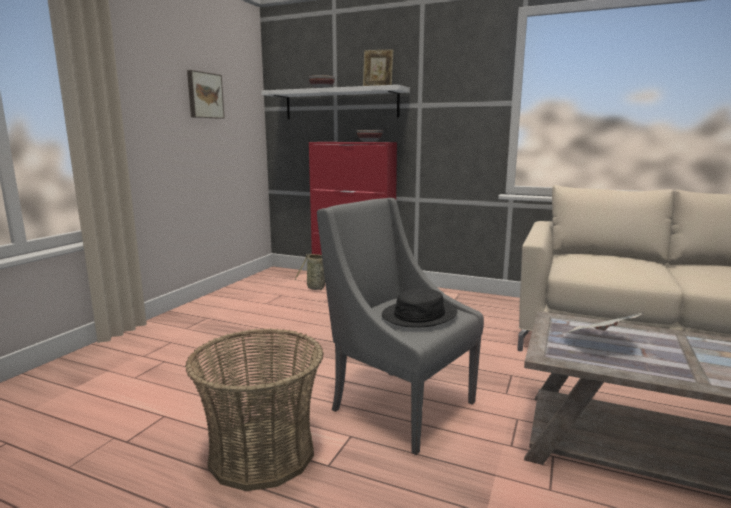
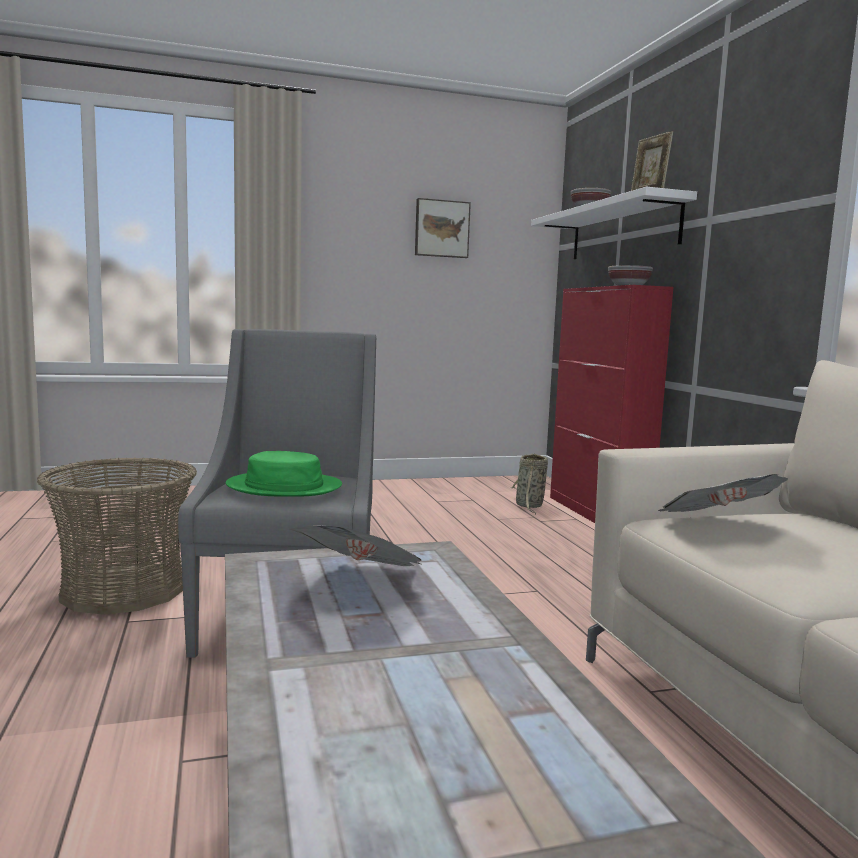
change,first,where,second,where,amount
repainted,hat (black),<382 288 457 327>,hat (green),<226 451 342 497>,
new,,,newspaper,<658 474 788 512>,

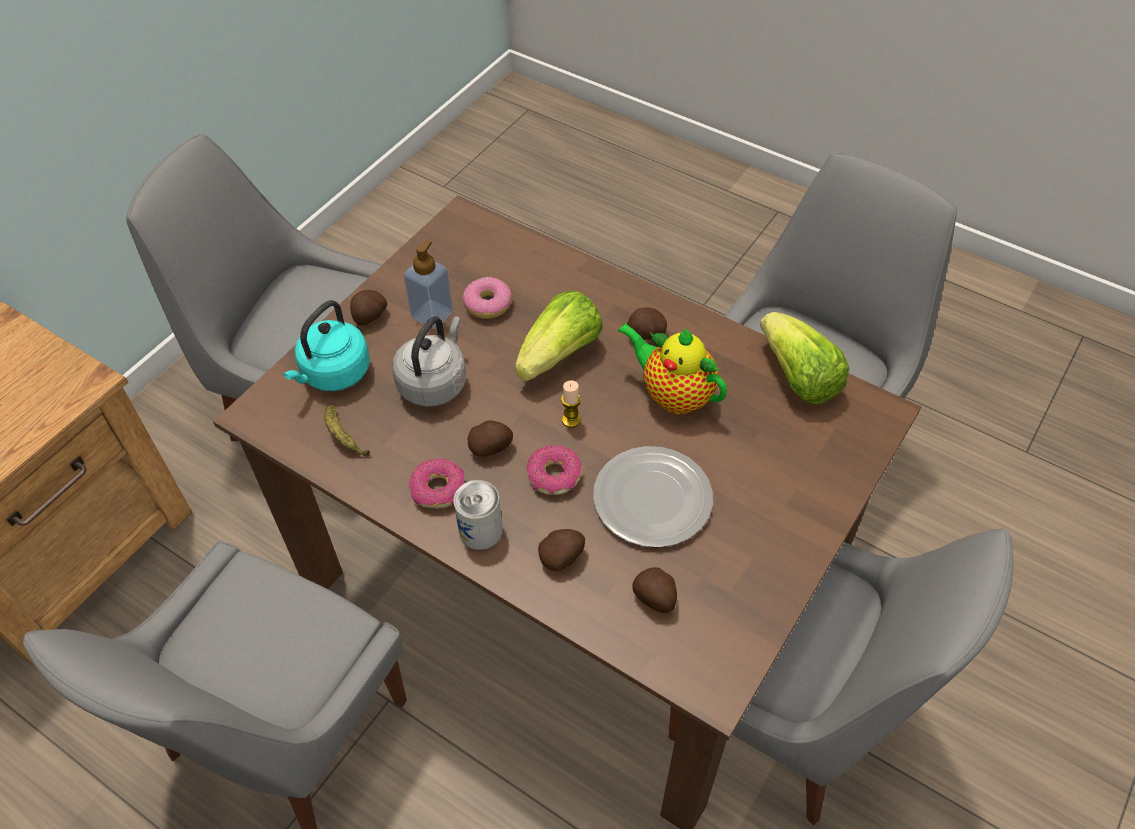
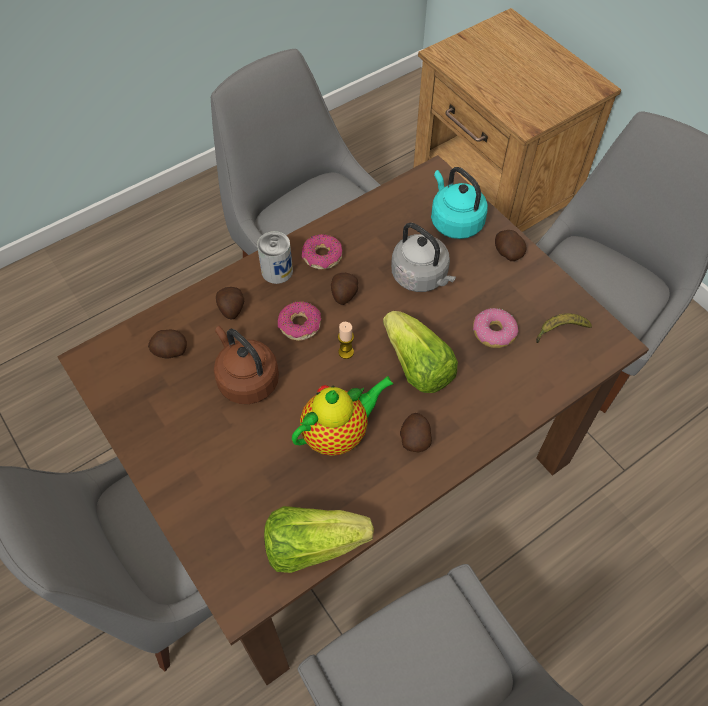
change,first,where,second,where,amount
shifted,banana,<324 405 370 456>,,<536 313 592 343>,
gone,soap dispenser,<403 239 453 329>,,,
swapped,plate,<593 446 713 548>,kettle (brown),<214 326 279 404>,

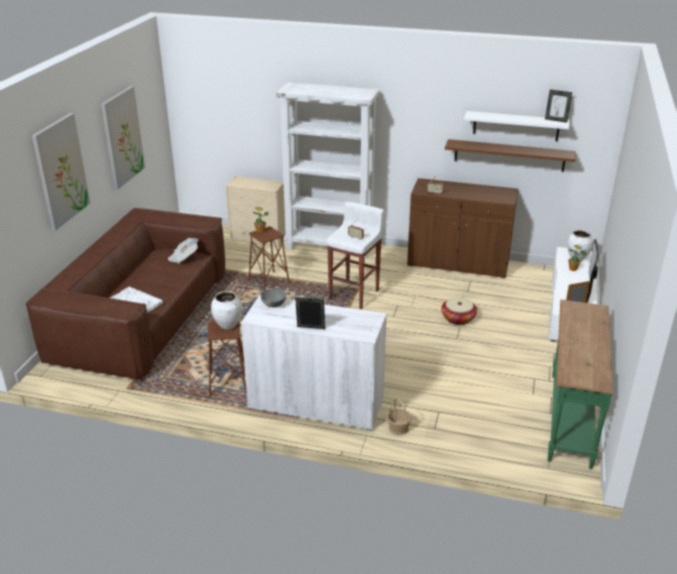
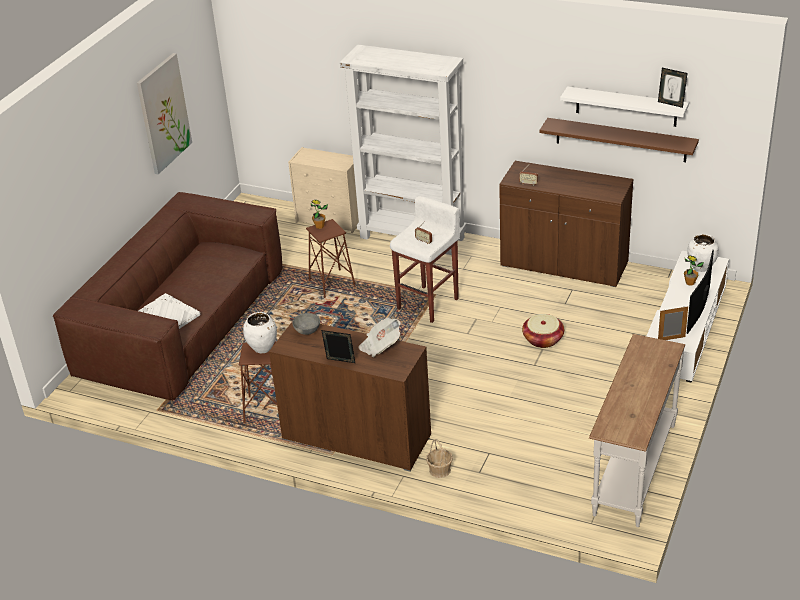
change,first,where,second,where,amount
gone,picture,<32 113 90 231>,,,
shifted,newspaper,<168 238 198 264>,,<359 318 401 357>,
repainted,cabinet (white),<241 295 387 431>,cabinet (brown),<269 321 431 472>,
repainted,console table (green),<548 300 613 469>,console table (white),<589 334 685 527>,

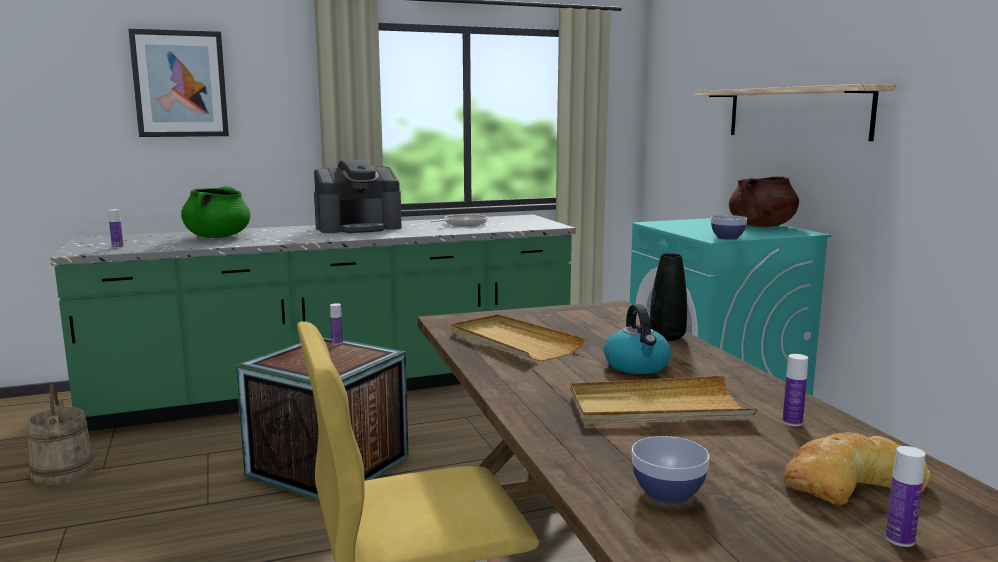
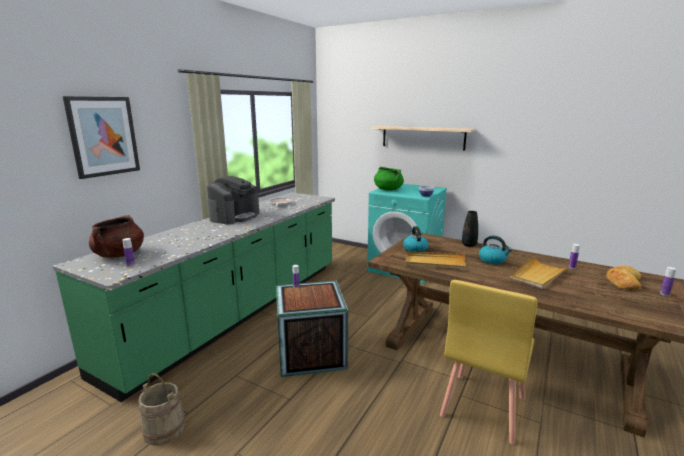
change,first,where,second,where,amount
shifted,cooking pot (green),<181 186 251 238>,,<374 167 404 191>,
gone,bowl,<632 436 710 504>,,,
shifted,cooking pot (brown),<729 175 799 227>,,<89 215 144 258>,
new,,,kettle,<403 226 429 252>,

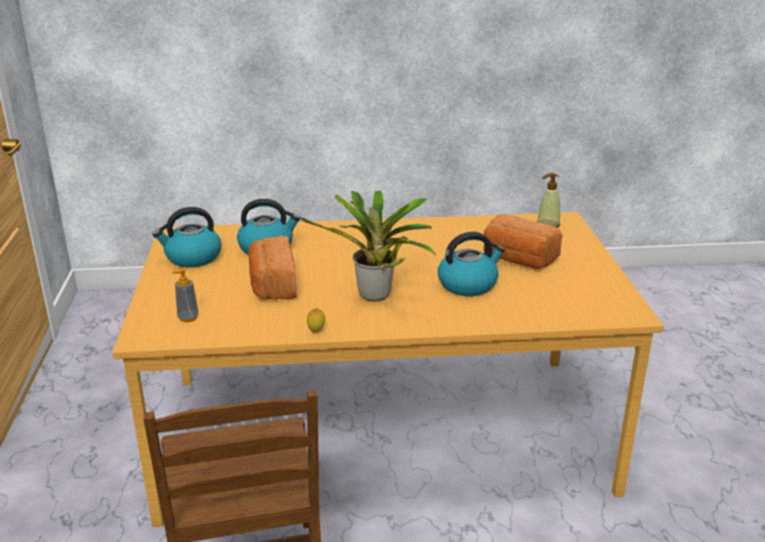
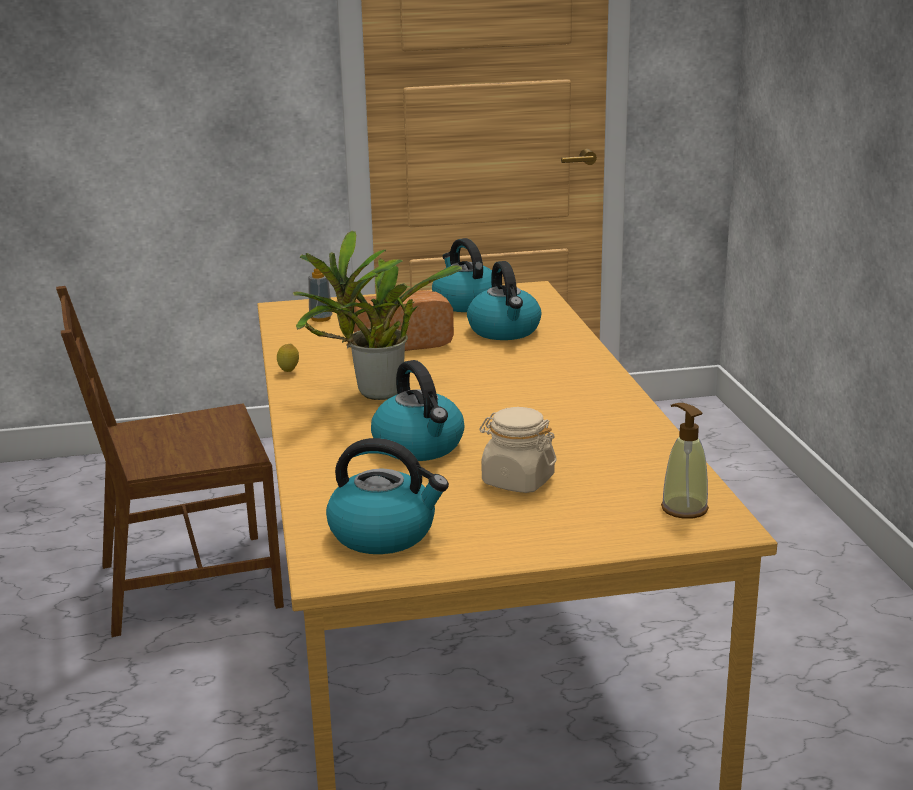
change,first,where,second,where,amount
swapped,bread,<483 214 562 269>,jar (beige),<479 407 557 493>,
new,,,kettle,<326 438 449 554>,

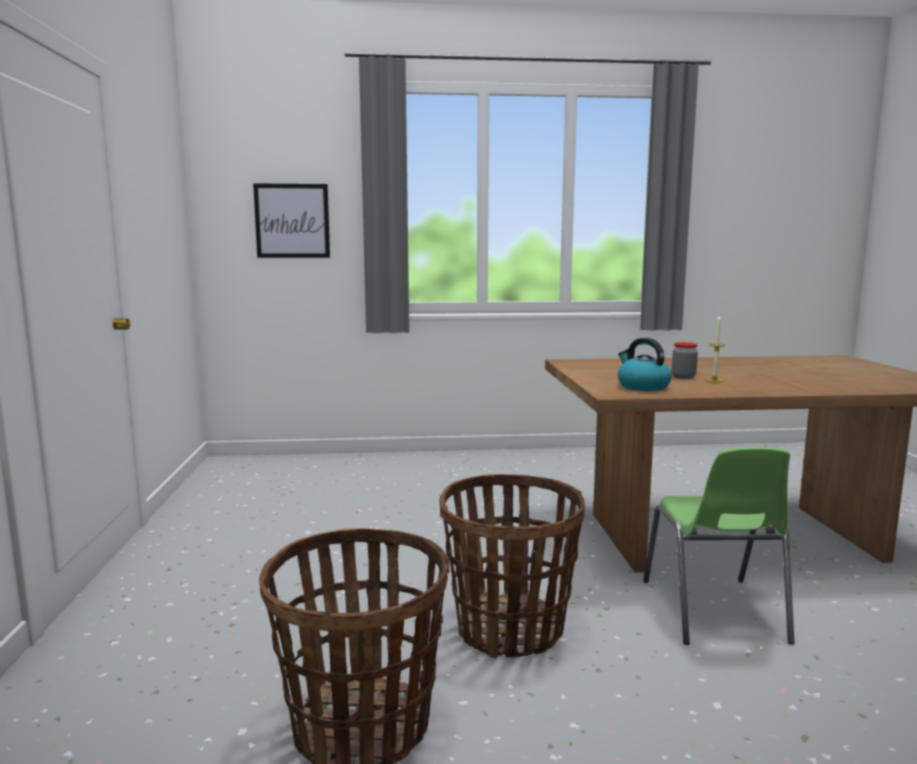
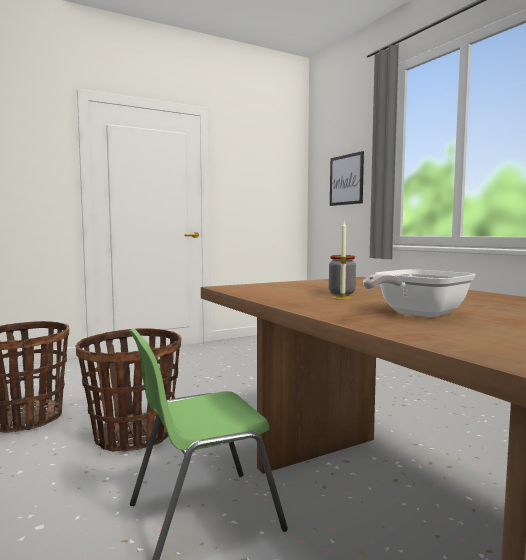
change,first,where,second,where,amount
gone,kettle,<618 338 672 391>,,,
new,,,frying pan,<363 269 476 317>,

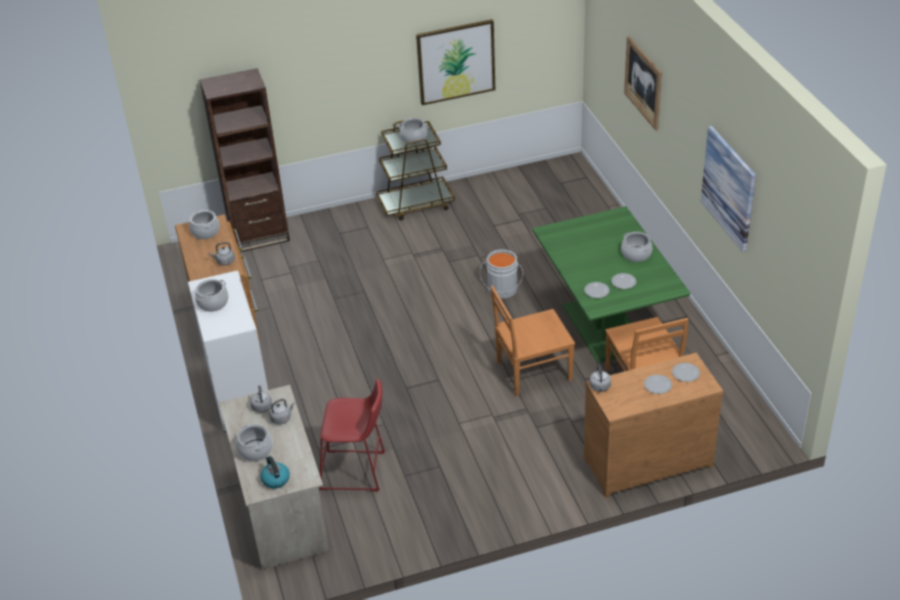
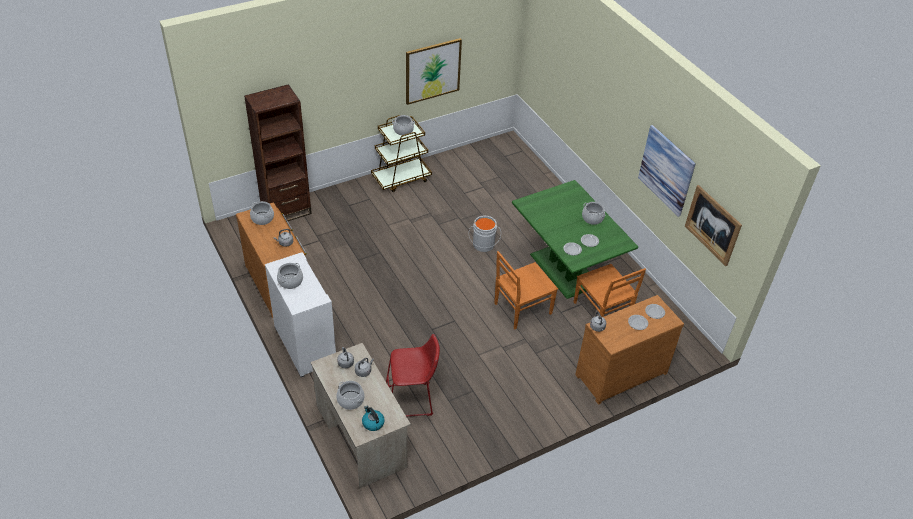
change,first,where,second,where,amount
shifted,picture,<624 36 662 131>,,<685 185 742 266>,

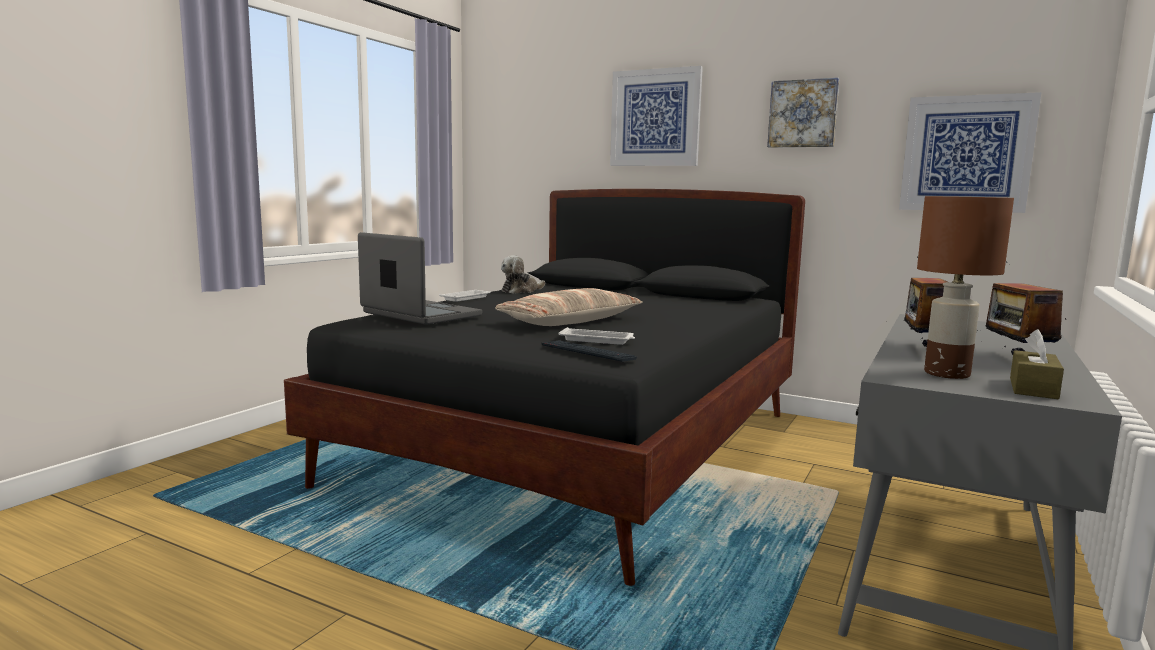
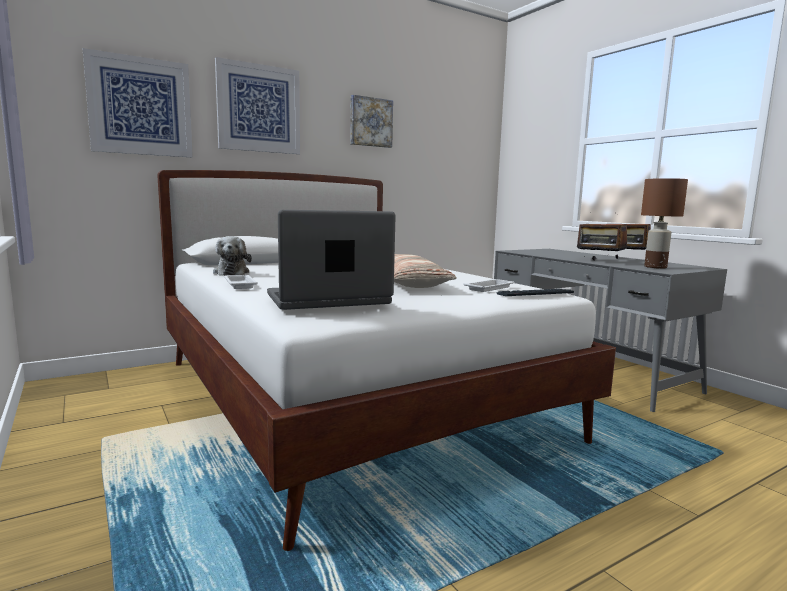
change,first,where,second,where,amount
repainted,bed (black),<284 189 805 586>,bed (white),<157 170 616 551>,
shifted,picture,<899 92 1042 213>,,<83 48 193 157>,
gone,tissue box (brown),<1010 329 1064 399>,,,

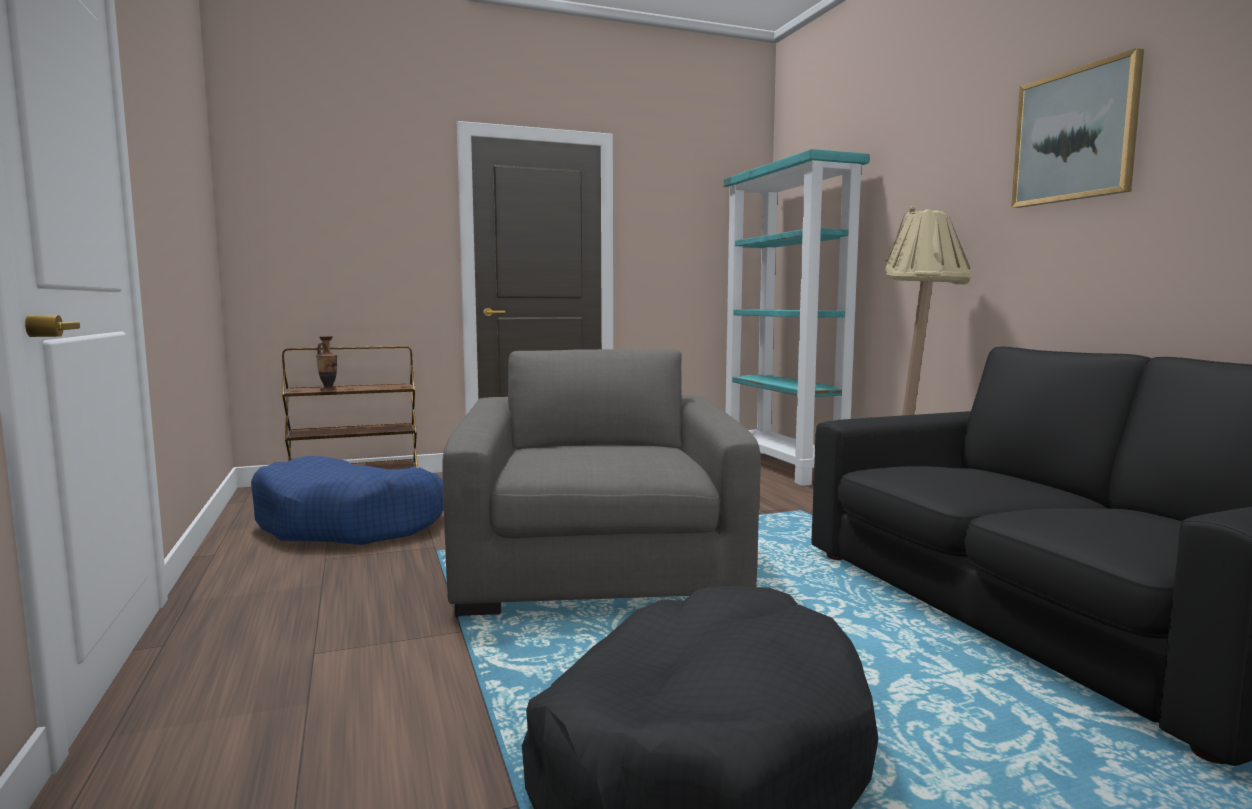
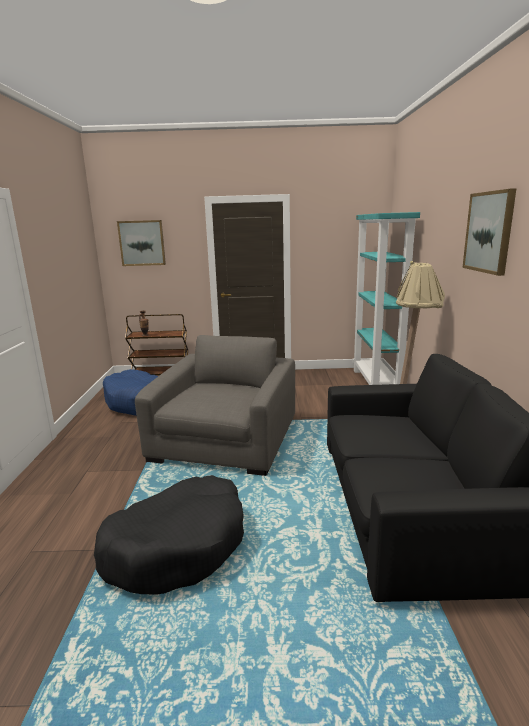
change,first,where,second,where,amount
new,,,picture,<117 220 166 266>,

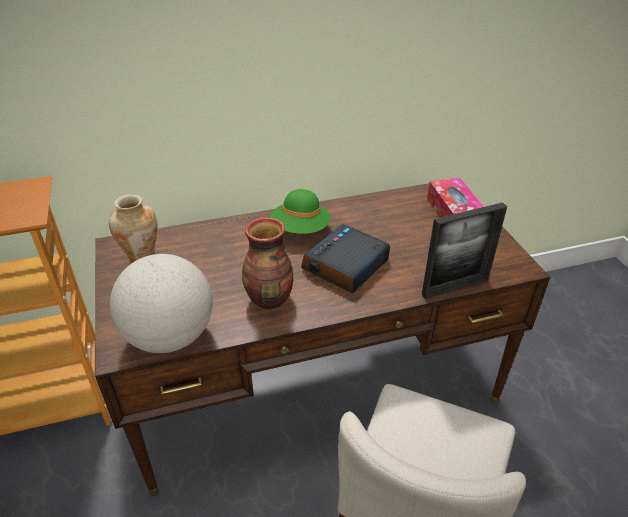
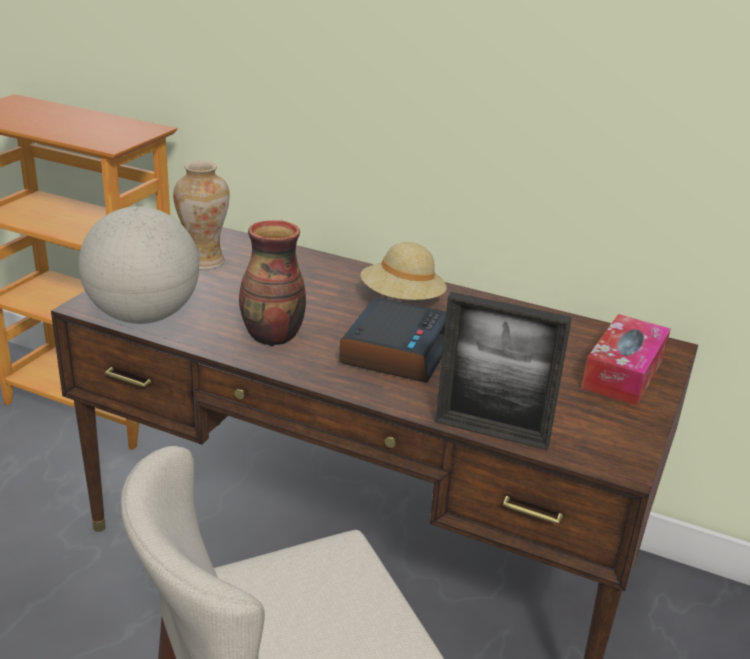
change,first,where,second,where,amount
repainted,hat (green),<269 189 331 234>,hat (beige),<361 242 447 300>,
rotated,alarm clock,<301 224 390 294>,,<339 297 446 383>,120 degrees clockwise

